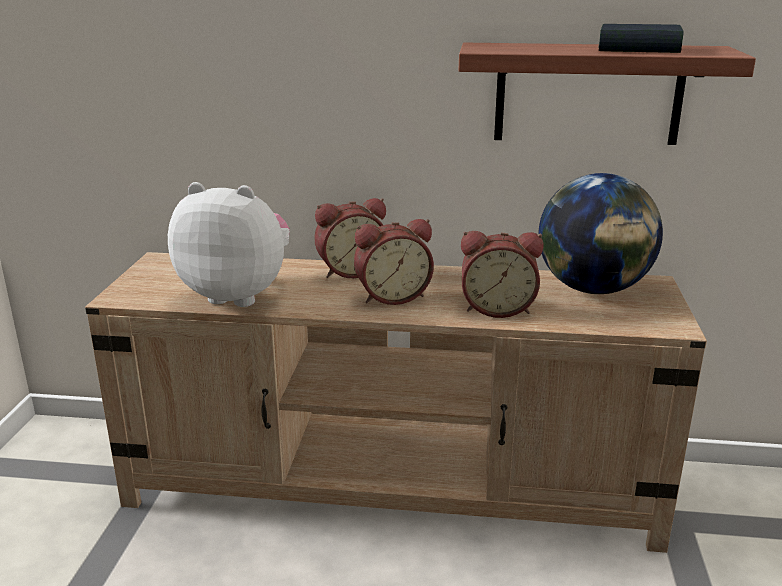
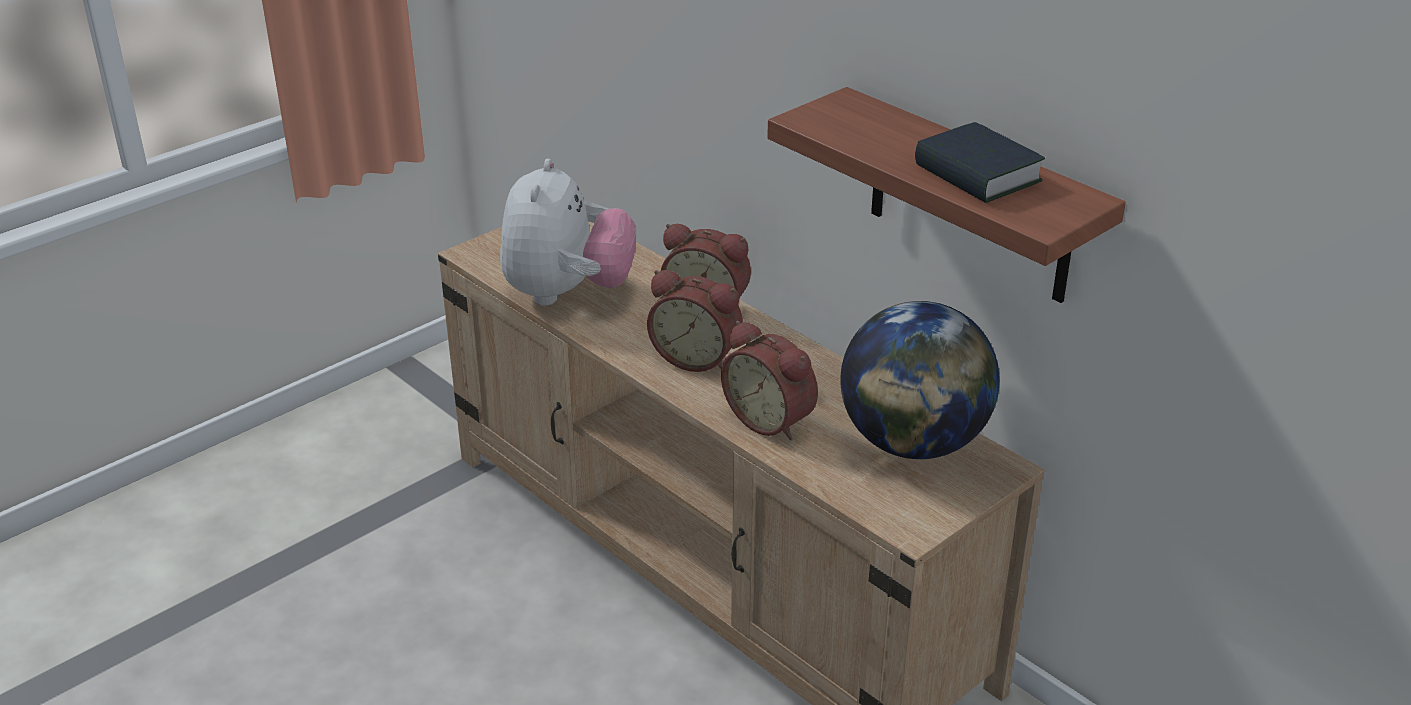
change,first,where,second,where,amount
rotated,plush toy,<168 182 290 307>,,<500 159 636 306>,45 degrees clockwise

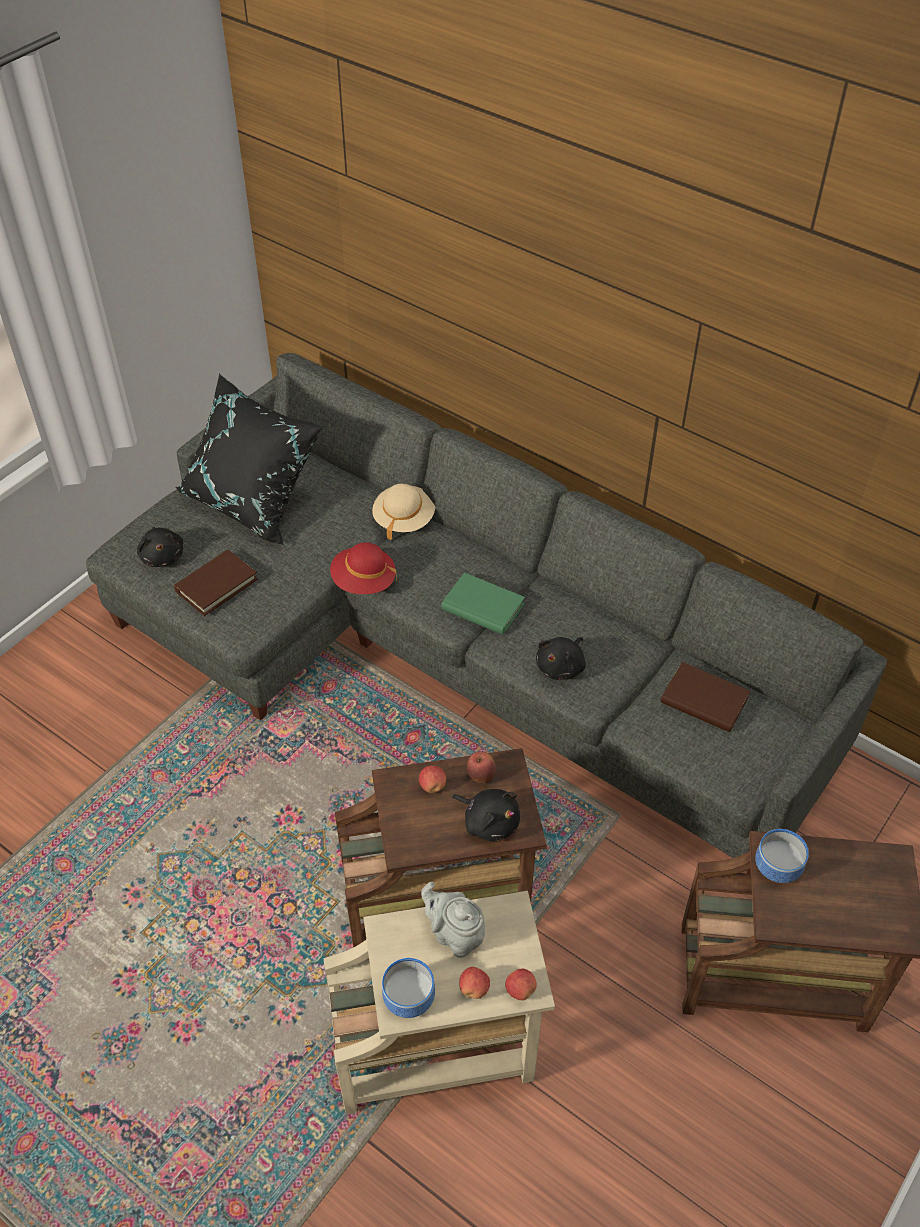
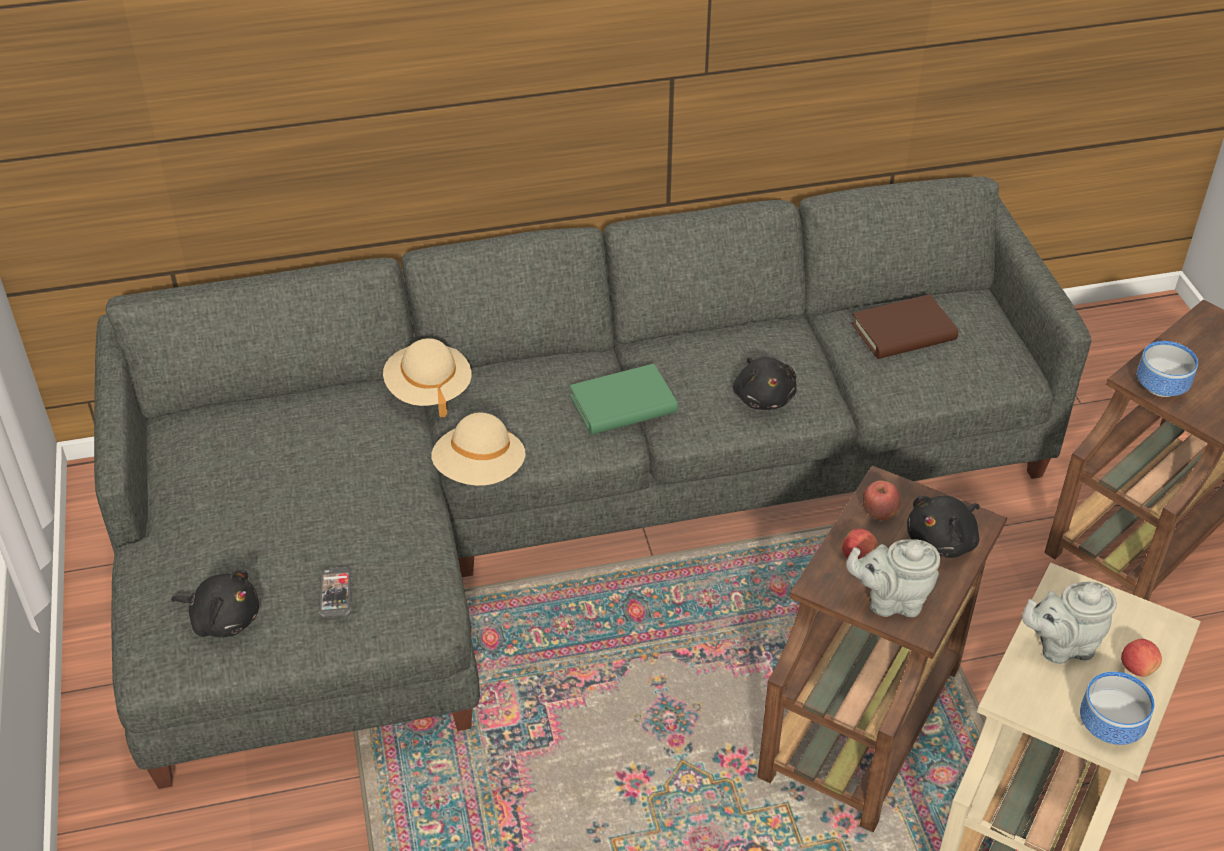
change,first,where,second,where,amount
swapped,book (brown),<174 550 258 616>,phone,<319 567 352 618>,
gone,pillow (black),<176 374 324 545>,,,
repainted,hat (red),<330 542 397 594>,hat (beige),<432 412 526 486>,
rotated,plush toy (black),<452 789 520 841>,,<907 496 980 558>,150 degrees clockwise
gone,apple,<505 969 537 1000>,,,
new,,,teapot (grey),<846 539 940 617>,

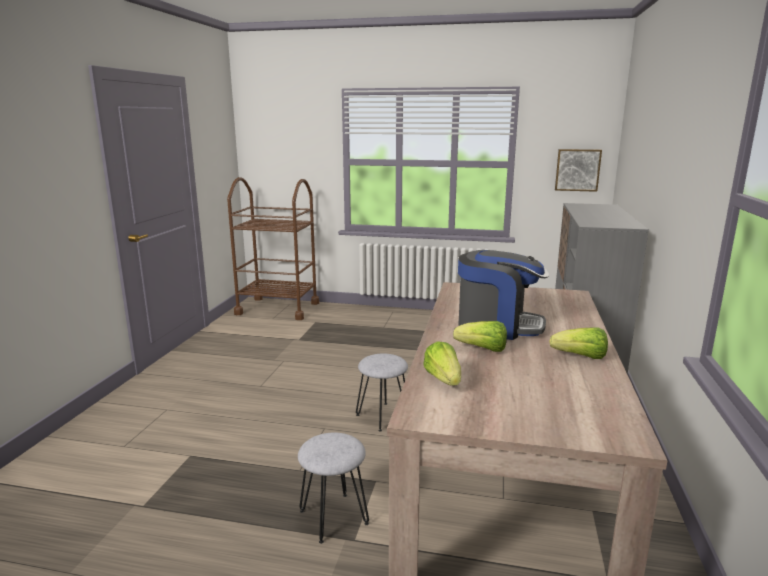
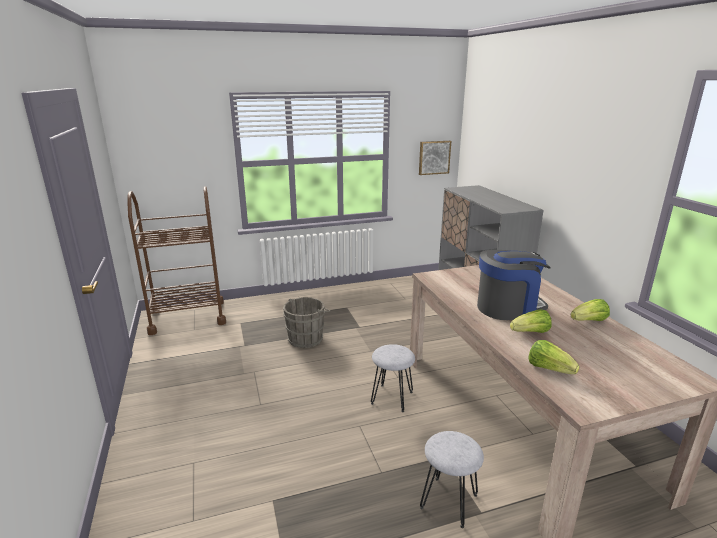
change,first,where,second,where,amount
new,,,bucket (grey),<283 297 330 348>,

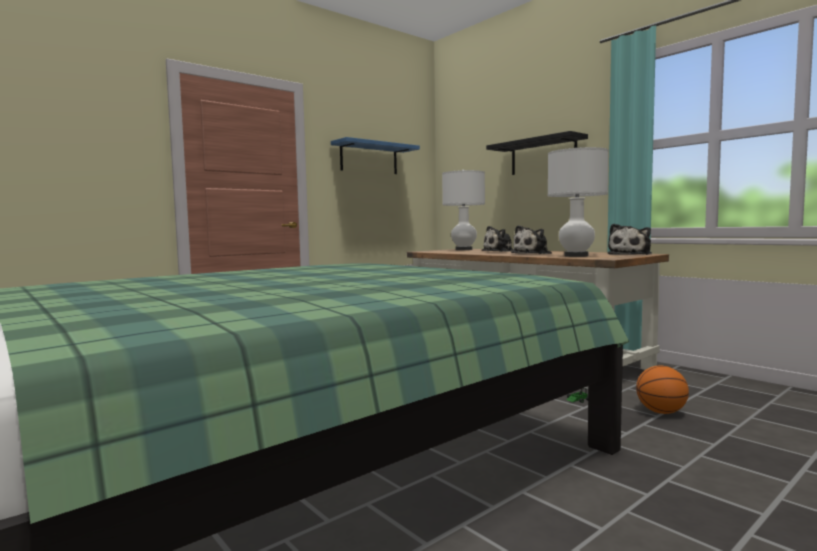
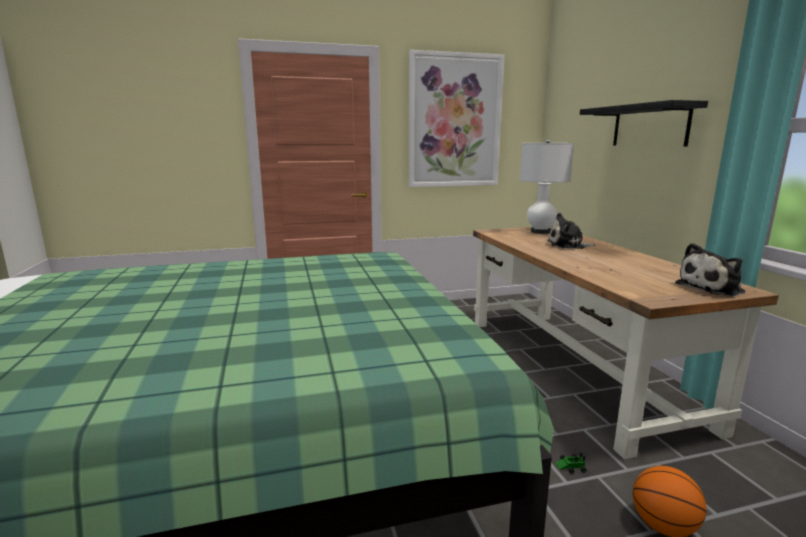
change,first,where,second,where,amount
swapped,shelf (blue),<331 137 420 174>,picture,<409 50 505 187>,
gone,plush toy,<511 225 552 254>,,,
gone,table lamp (white),<548 147 608 257>,,,

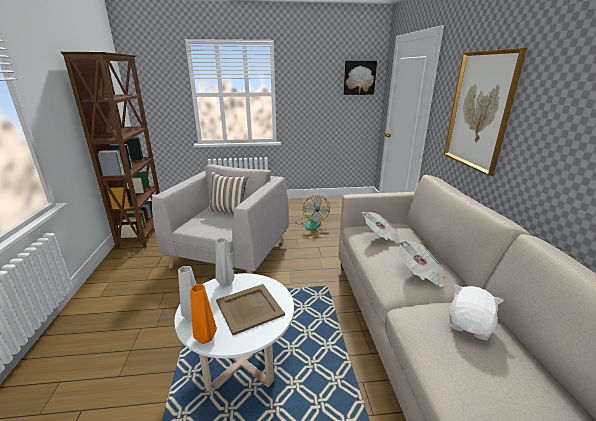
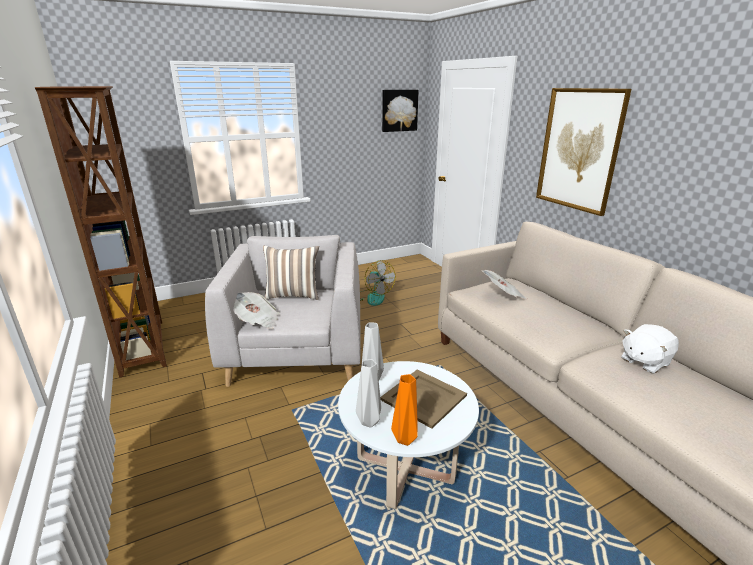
change,first,where,second,where,amount
shifted,newspaper,<399 240 444 287>,,<233 292 280 329>,
rotated,plush toy (white),<449 284 504 341>,,<621 324 679 374>,135 degrees counterclockwise

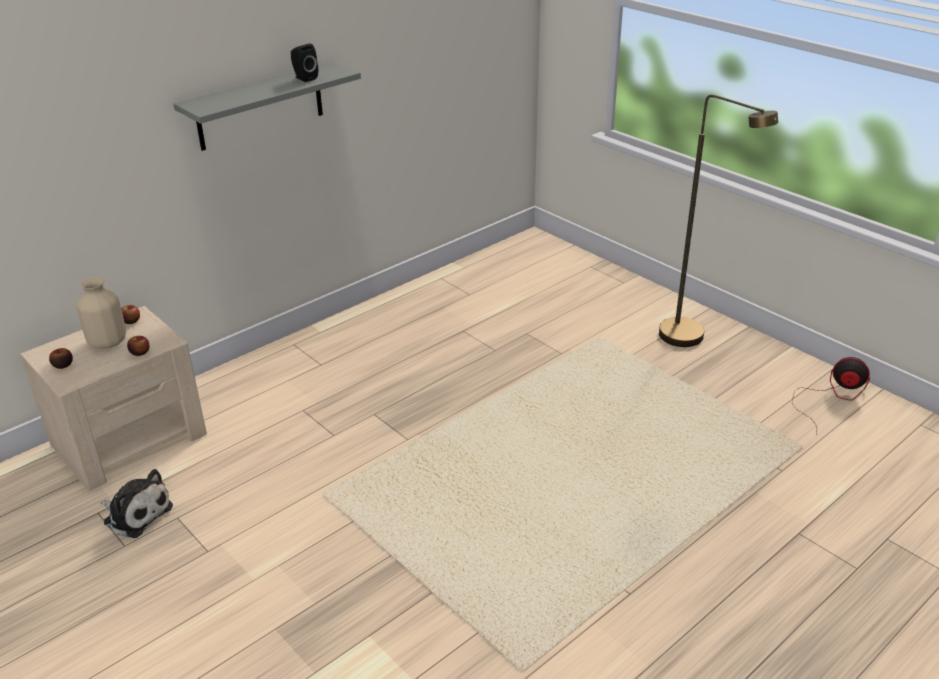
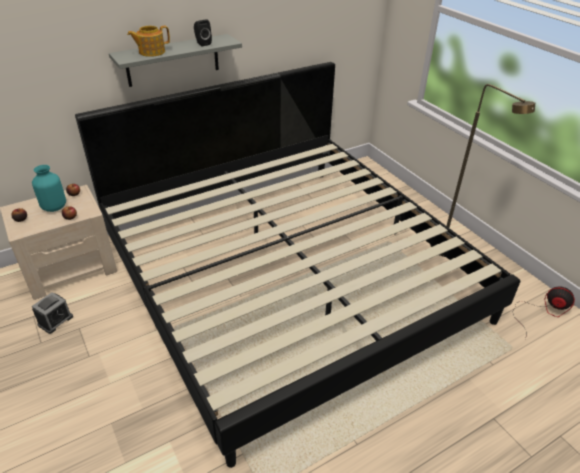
change,first,where,second,where,amount
repainted,vase (beige),<76 277 126 349>,vase (turquoise),<32 165 66 212>,
swapped,plush toy,<100 469 173 538>,alarm clock,<32 292 73 334>,
new,,,bed,<75 62 520 468>,
new,,,teapot,<127 26 170 57>,

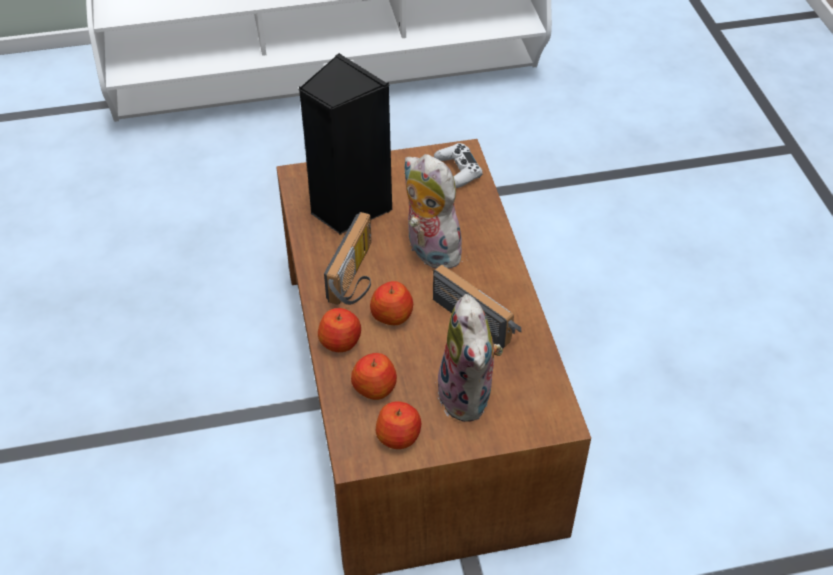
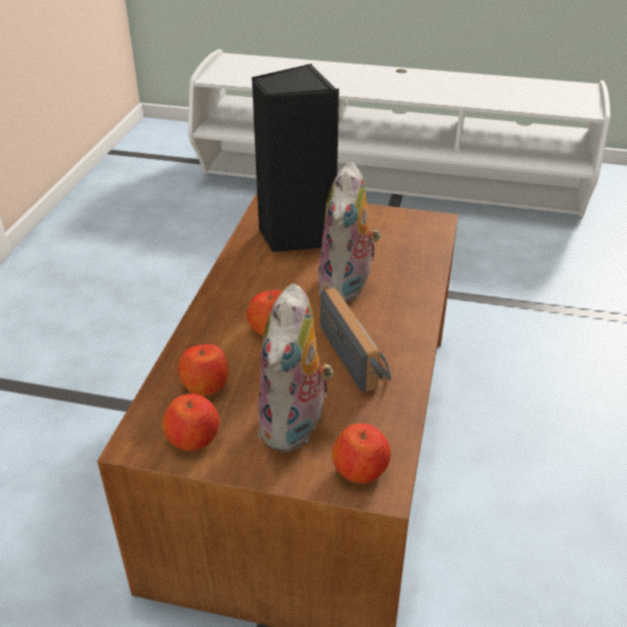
change,first,where,second,where,amount
shifted,apple,<318 308 361 352>,,<332 423 391 483>,
gone,radio,<324 212 372 305>,,,
rotated,plush toy,<405 154 463 269>,,<318 161 380 302>,150 degrees counterclockwise
gone,game controller (white),<434 143 483 188>,,,

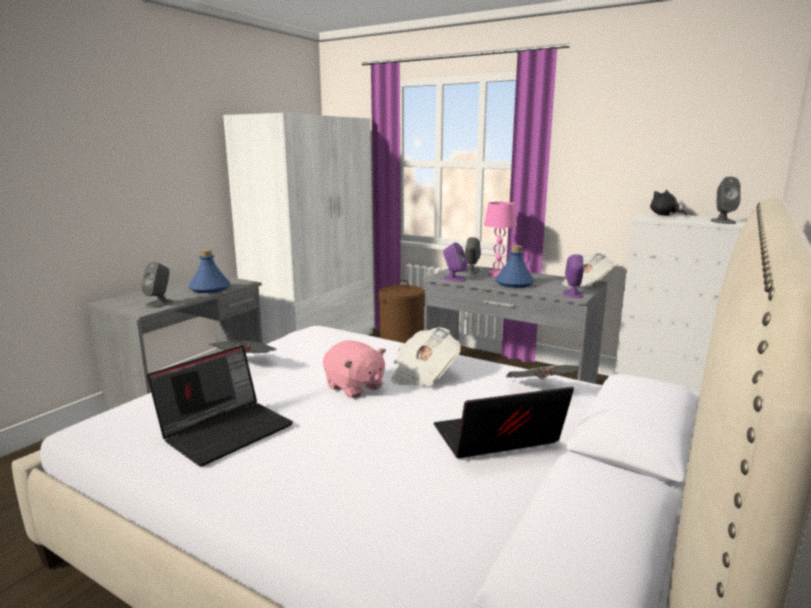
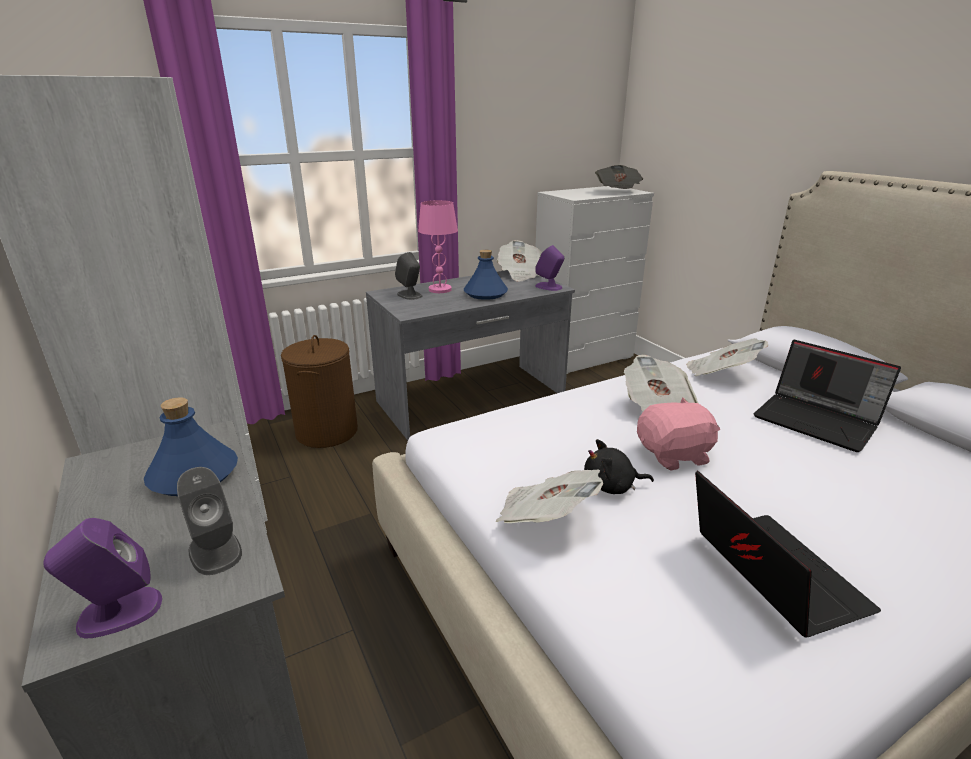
change,first,where,second,where,amount
rotated,laptop,<434 387 574 458>,,<754 340 901 452>,60 degrees counterclockwise
shifted,speaker (purple),<443 243 468 282>,,<43 518 162 639>,
shifted,plush toy (black),<650 190 687 216>,,<584 439 654 494>,
swapped,speaker (grey),<710 177 741 224>,newspaper,<595 165 643 189>,

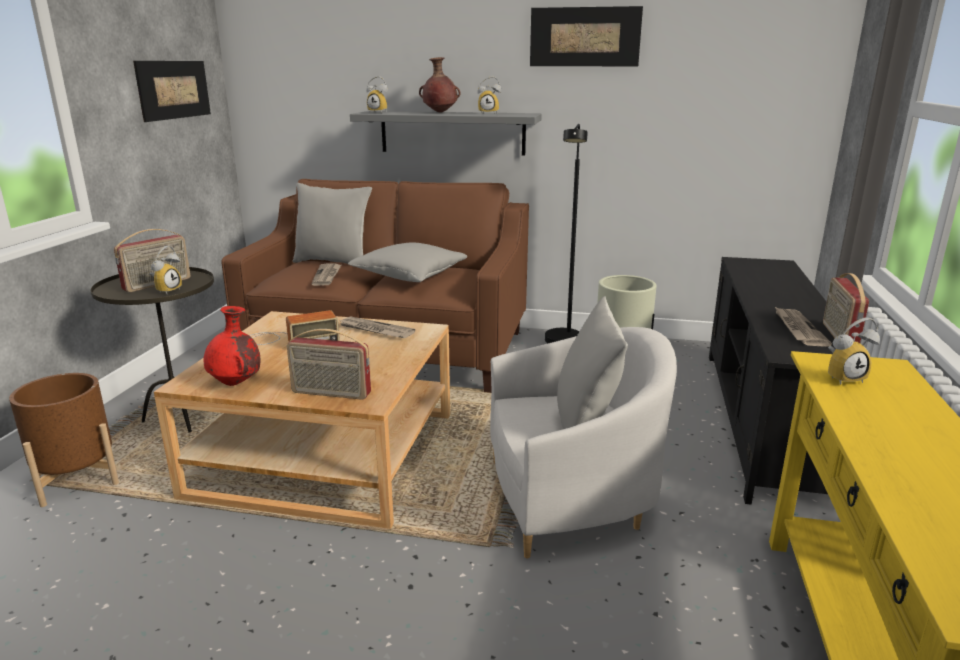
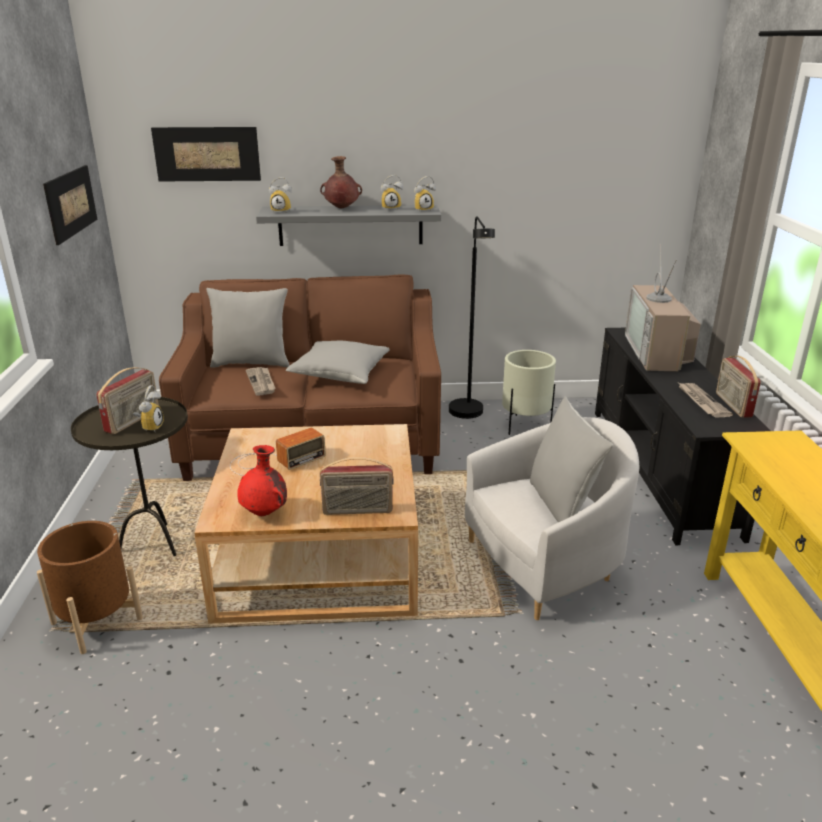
change,first,where,second,where,amount
gone,newspaper,<338 317 415 338>,,,
shifted,picture,<530 6 643 66>,,<151 127 261 182>,
shifted,alarm clock,<828 317 880 385>,,<414 176 436 211>,
new,,,television,<625 244 701 371>,

